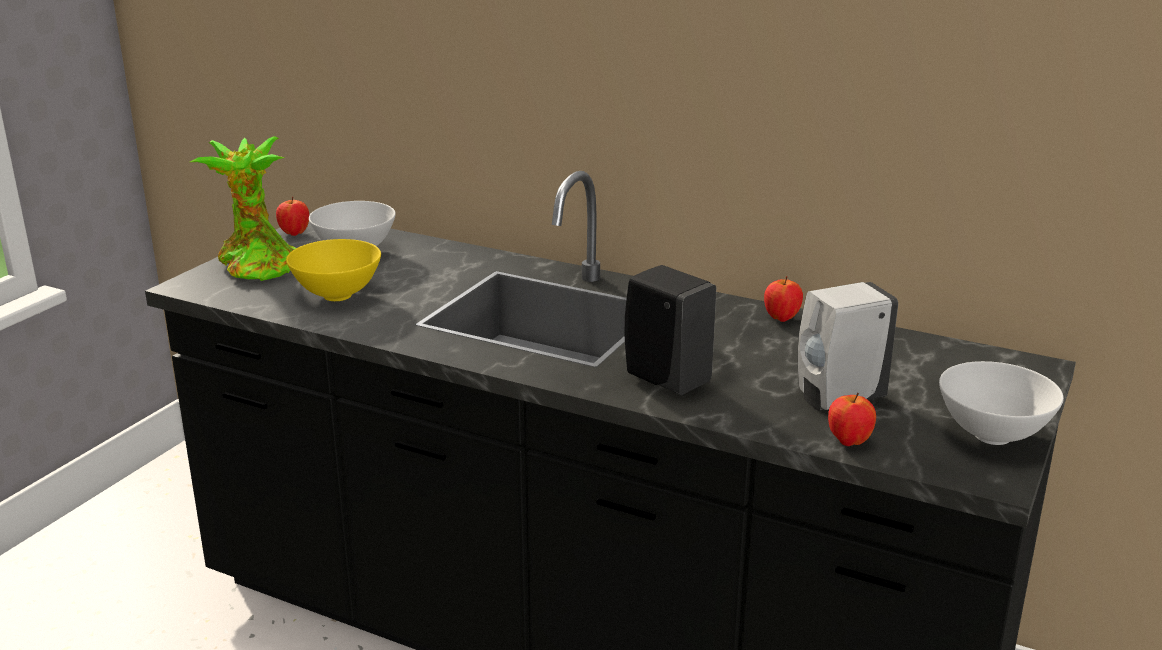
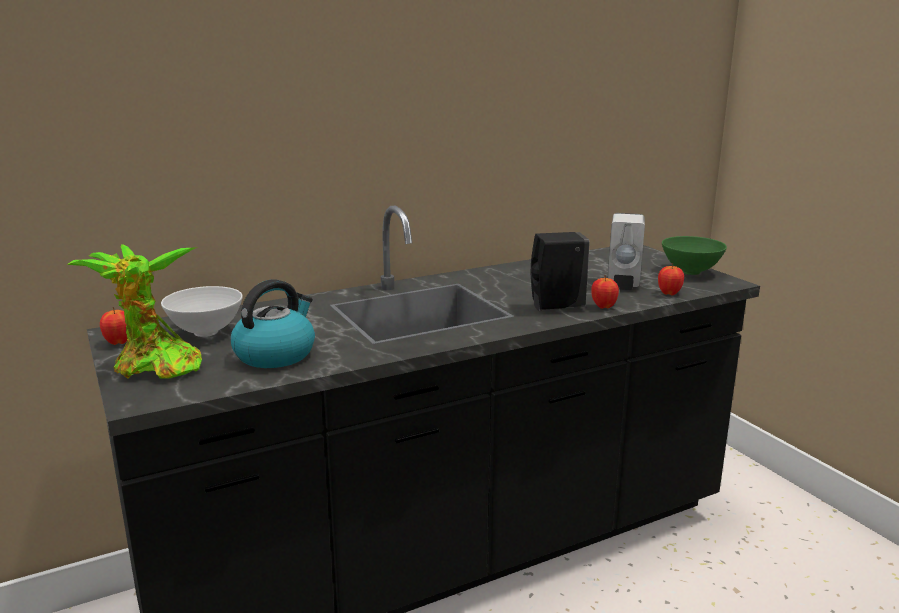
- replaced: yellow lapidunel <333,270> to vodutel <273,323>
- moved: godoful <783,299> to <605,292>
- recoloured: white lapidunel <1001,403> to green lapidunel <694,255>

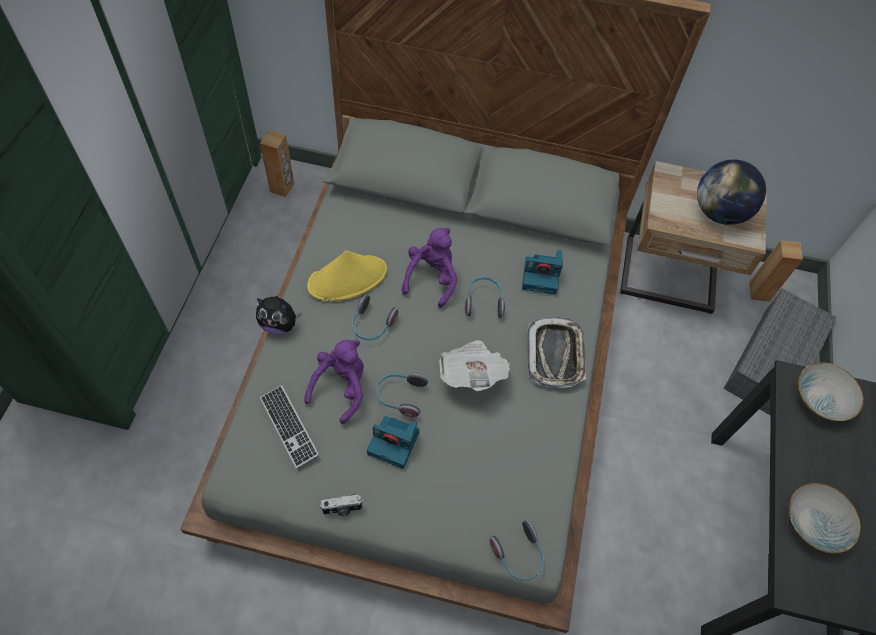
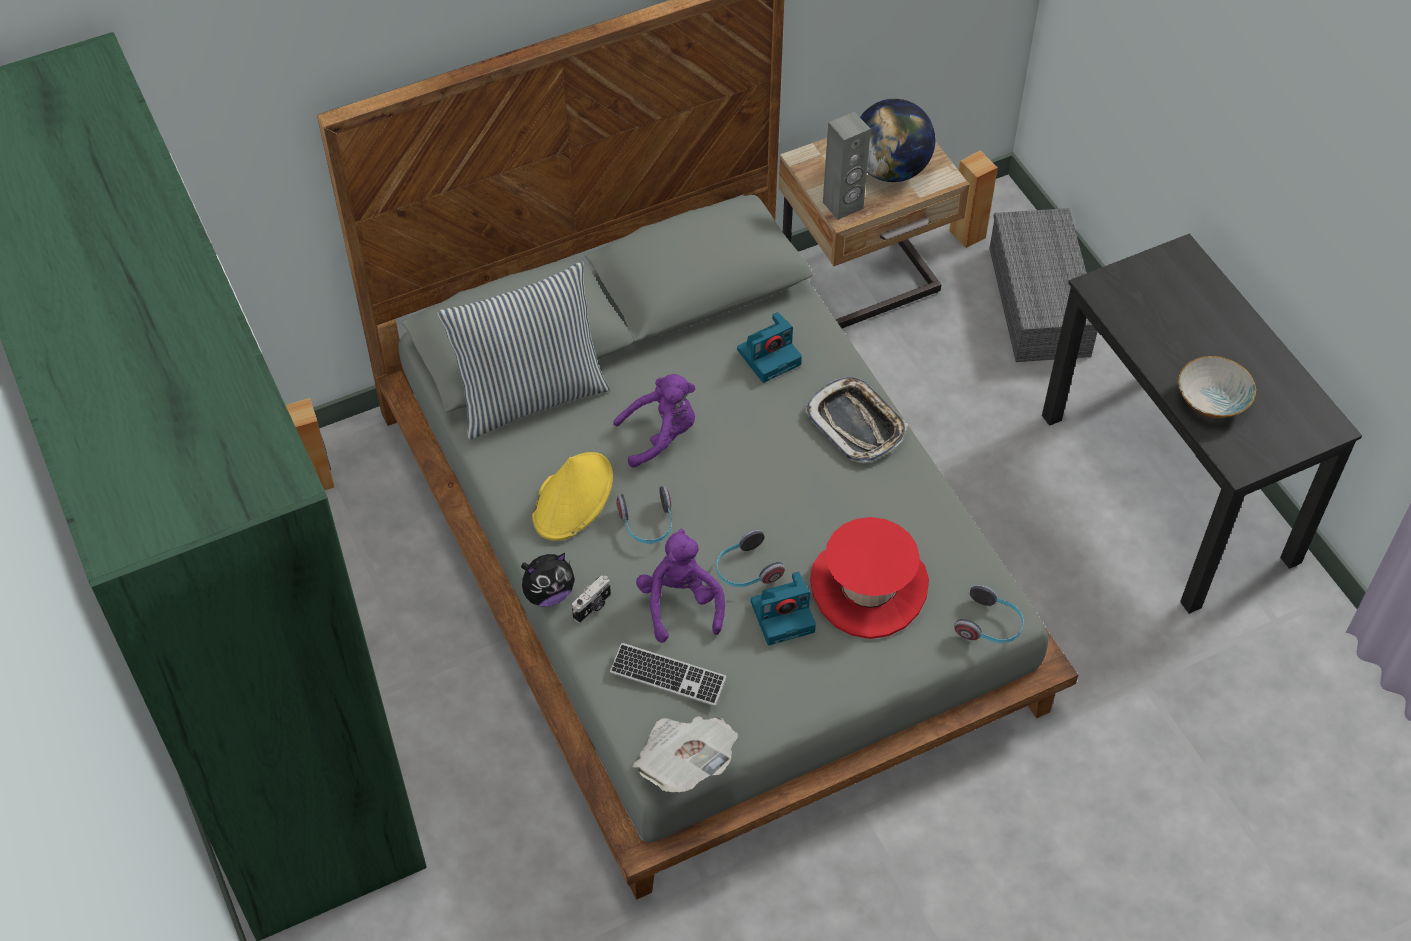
- added: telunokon <523,350>
- moved: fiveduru <341,505> to <591,599>
- turned: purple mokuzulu <429,268> = <654,421> 90 degrees clockwise
- moved: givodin <474,365> to <685,754>
- added: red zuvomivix <869,578>
- added: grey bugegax <847,166>
- removed: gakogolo <485,297>
- removed: lapidunel <831,391>

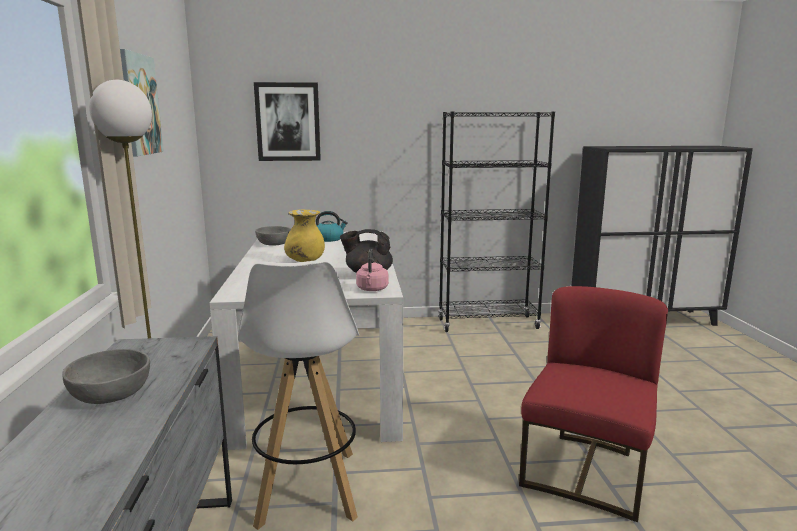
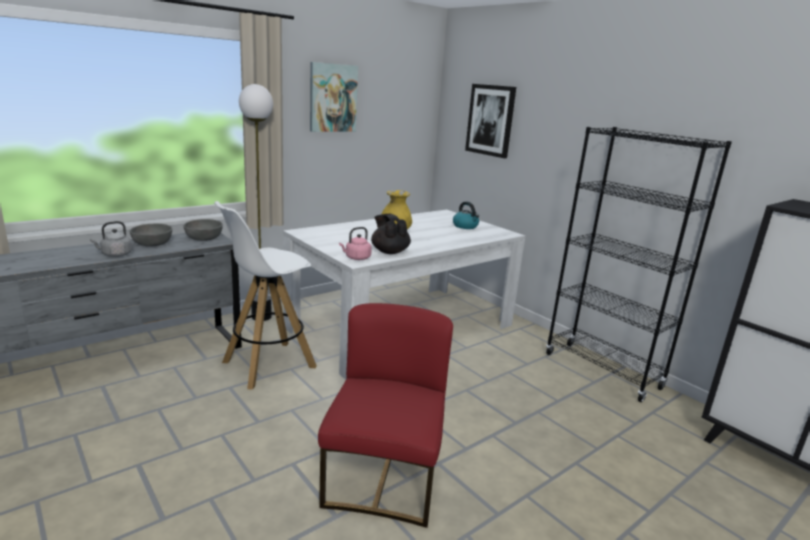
- added: grey vodutel <111,239>
- moved: grey lapidunel <273,236> to <203,230>
- turned: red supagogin <593,404> = <385,415> 75 degrees counterclockwise

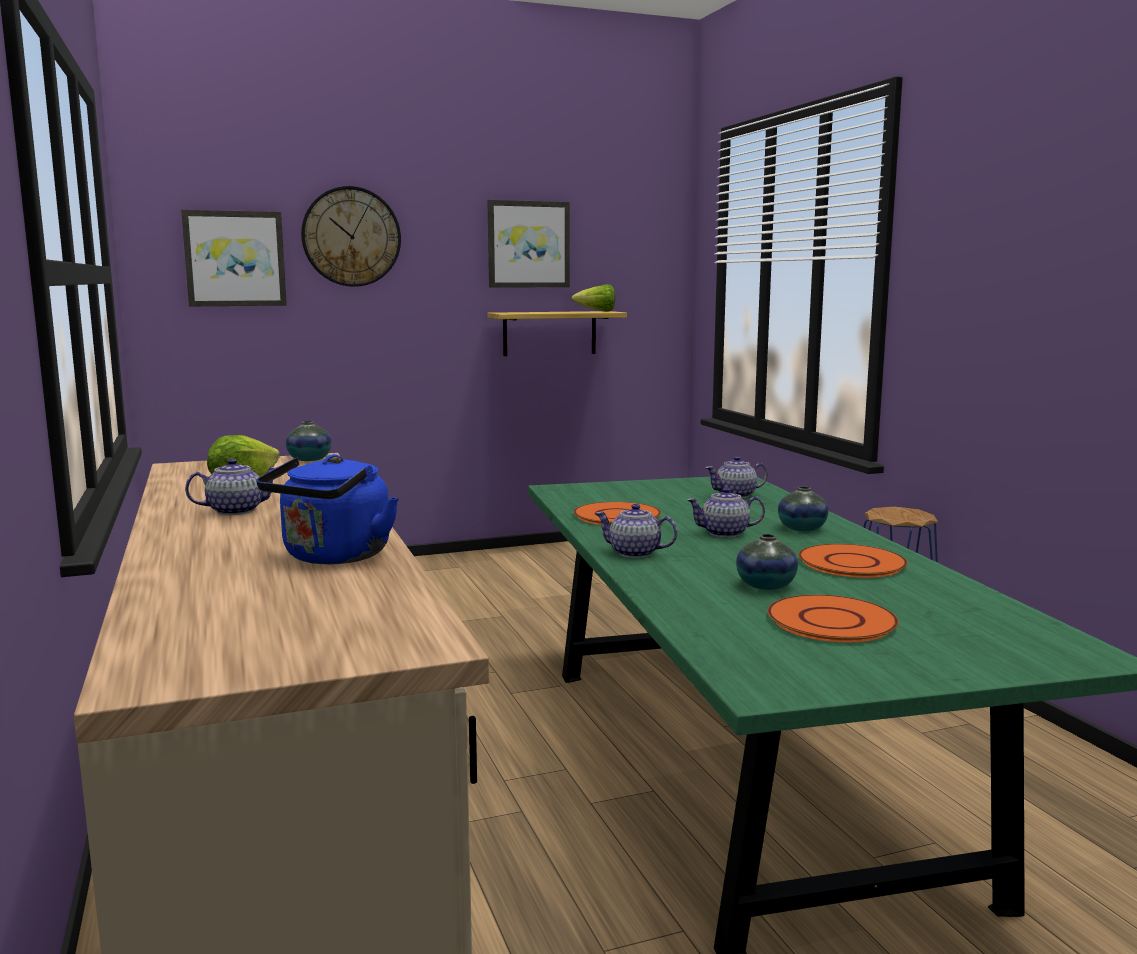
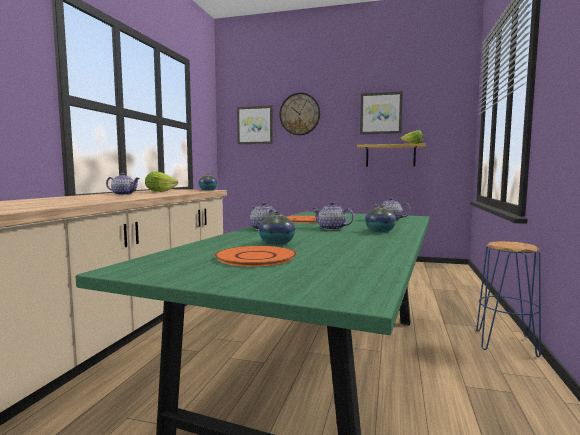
- removed: blue vodutel <327,509>
- removed: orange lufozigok <853,561>

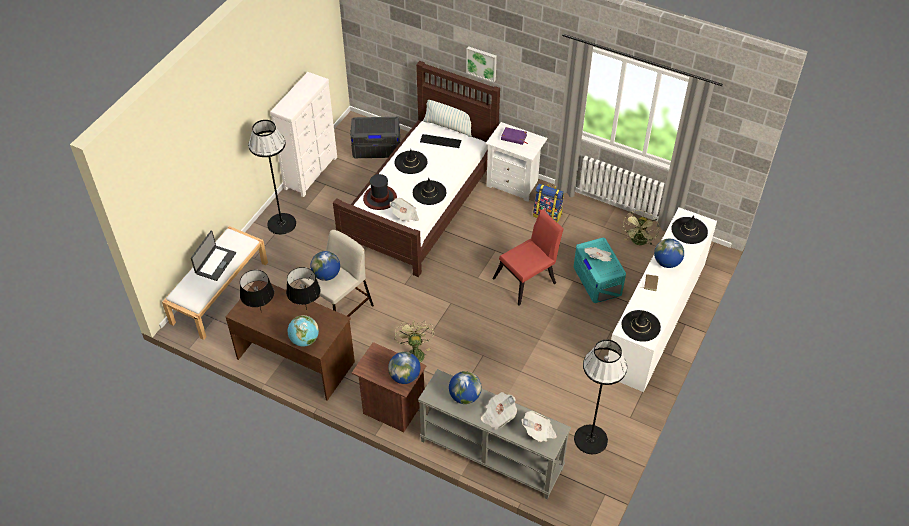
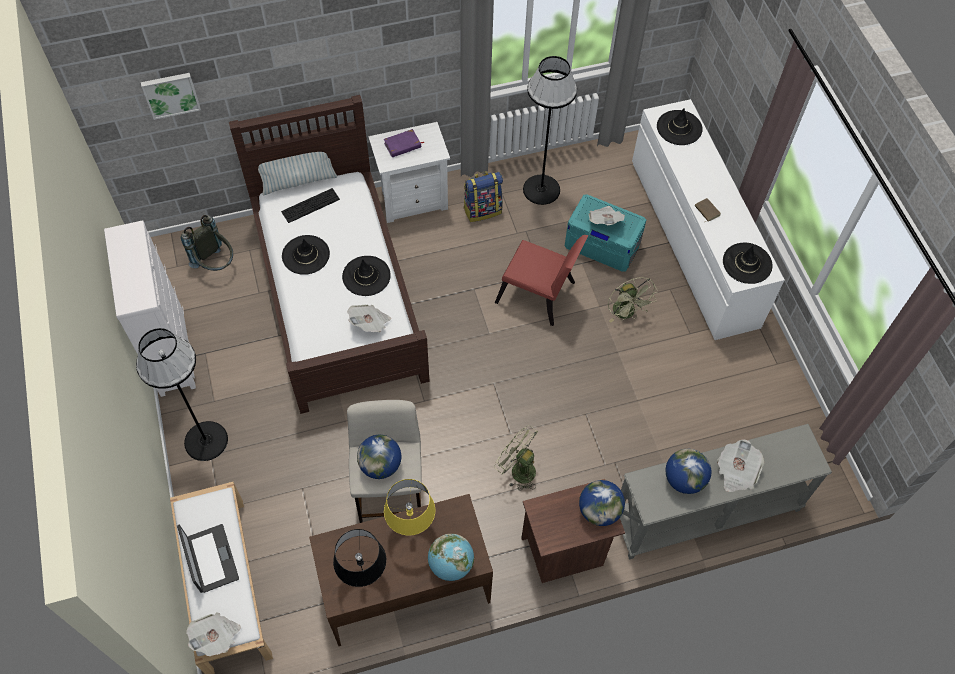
- moved: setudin <481,64> to <171,96>
- replaced: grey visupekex <375,137> to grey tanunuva <207,243>
- moved: givodin <539,426> to <213,634>
- recoloured: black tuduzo <303,288> to yellow tuduzo <409,507>
- turned: red supagogin <528,257> = <542,280> 105 degrees clockwise
- moved: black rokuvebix <600,396> to <550,130>
- moved: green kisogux <640,227> to <633,300>
- removed: zuvomivix <380,192>
- removed: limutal <669,253>

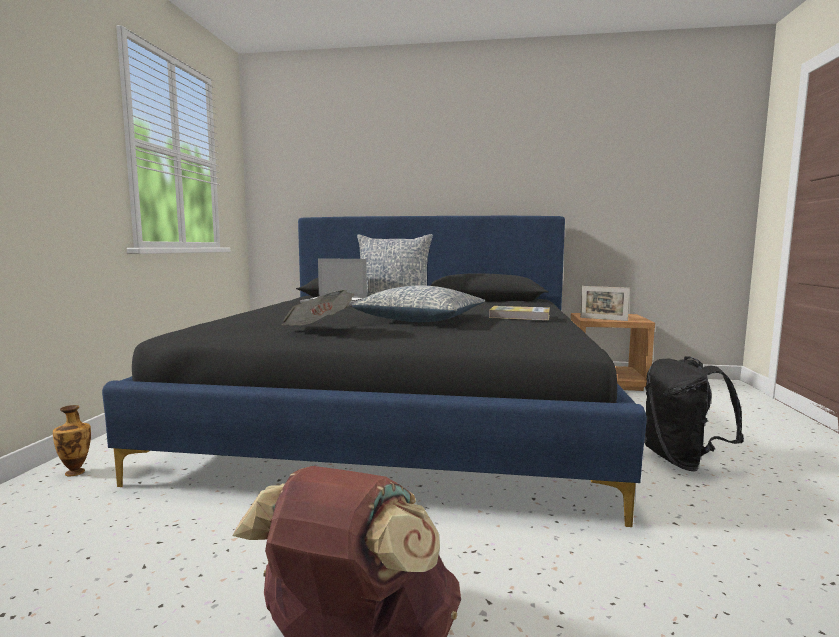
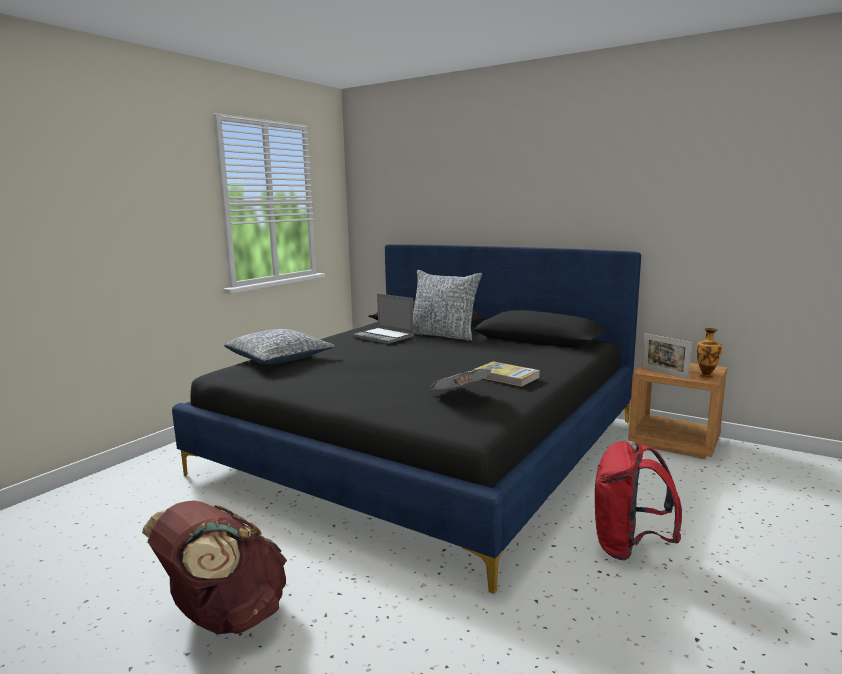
- moved: telunokon <418,303> to <279,346>
- moved: givodin <317,308> to <461,379>
- recoloured: black tanunuva <694,414> to red tanunuva <638,500>
- moved: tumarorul <72,441> to <709,353>

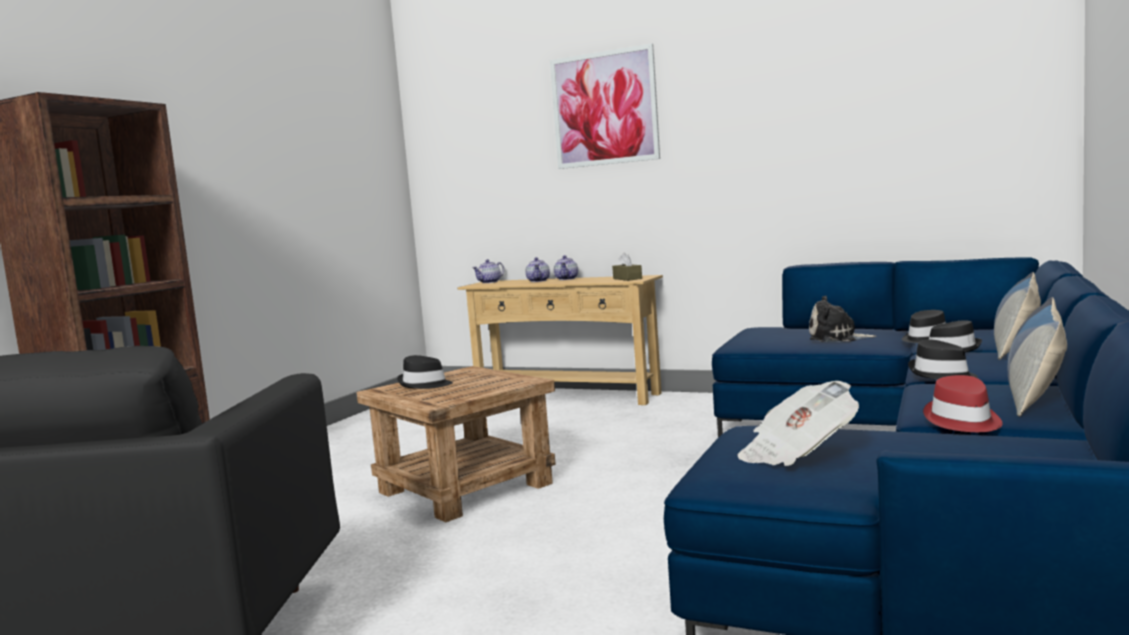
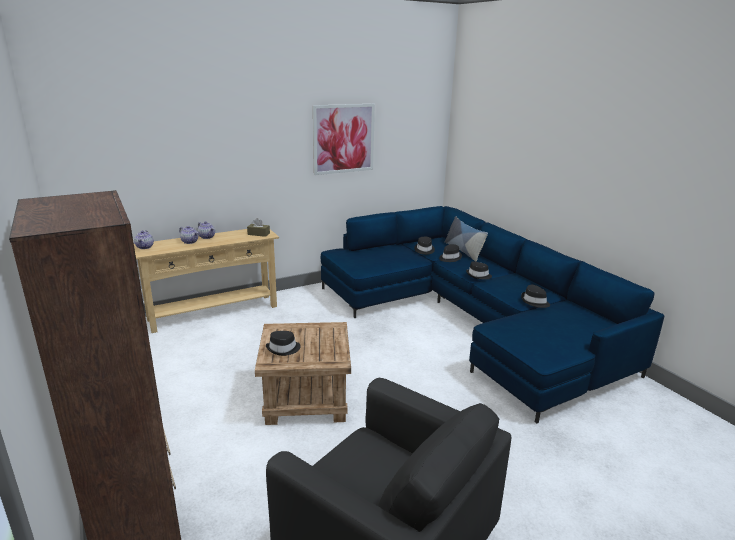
- moved: setudin <605,106> to <344,139>
- recoloured: red zuvomivix <963,403> to black zuvomivix <535,296>
- removed: givodin <798,423>
- removed: mokuzulu <843,319>
- removed: telunokon <1037,356>

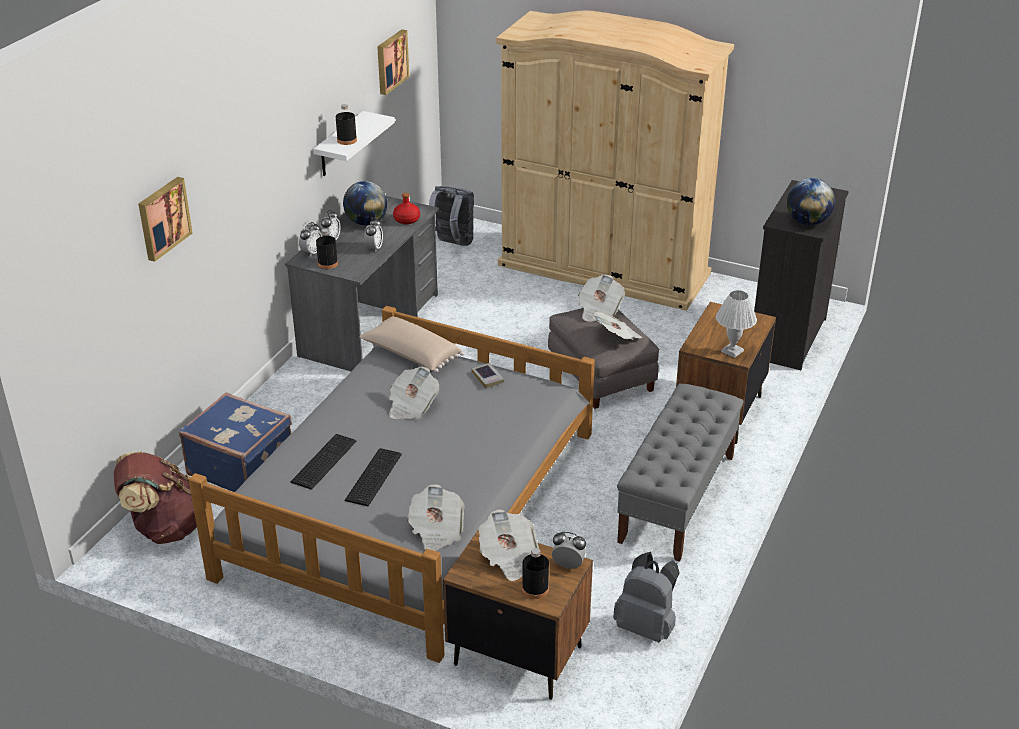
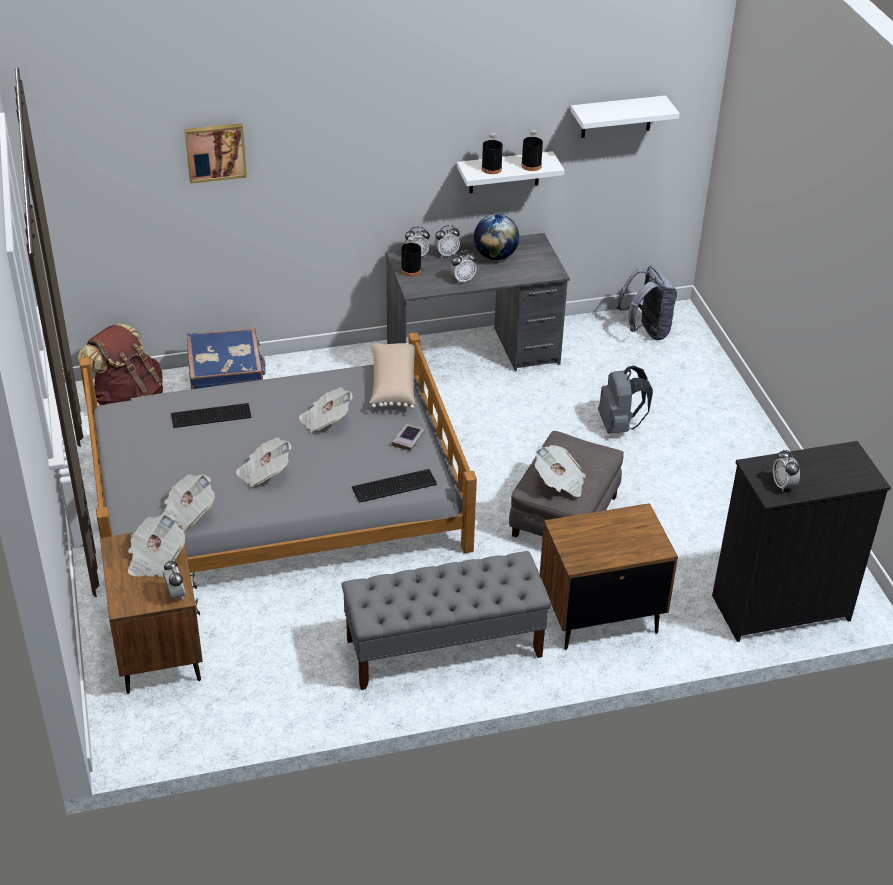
- moved: givodin <601,298> to <264,462>
- moved: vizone <373,477> to <394,486>
- moved: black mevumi <535,573> to <532,150>
- replaced: setudin <393,62> to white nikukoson <625,116>
- moved: grey tanunuva <646,597> to <625,399>
- replaced: limutal <811,202> to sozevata <786,471>
- removed: red mevumi <406,208>
- removed: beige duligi <615,160>
- removed: white tuduzo <736,324>

